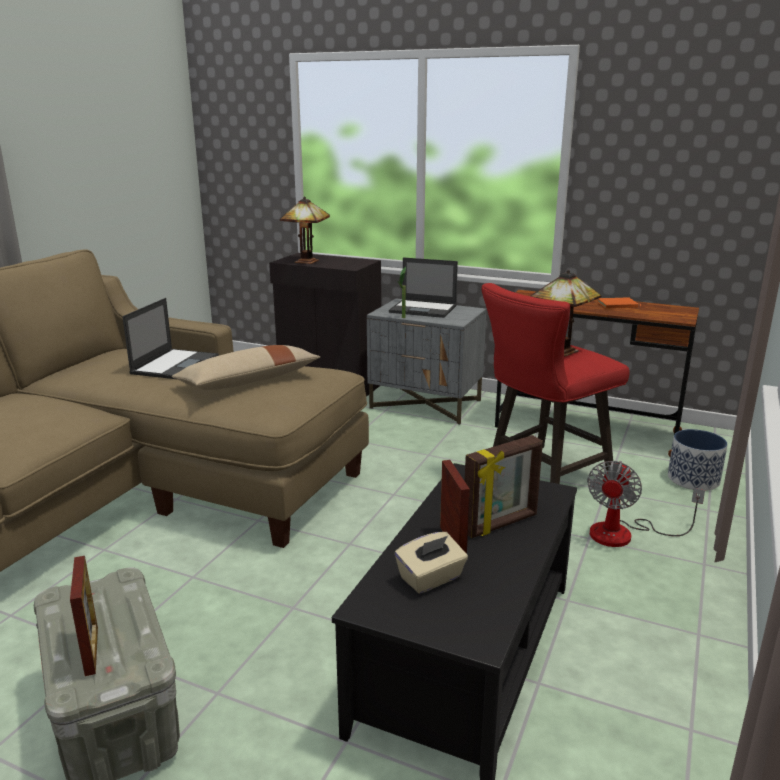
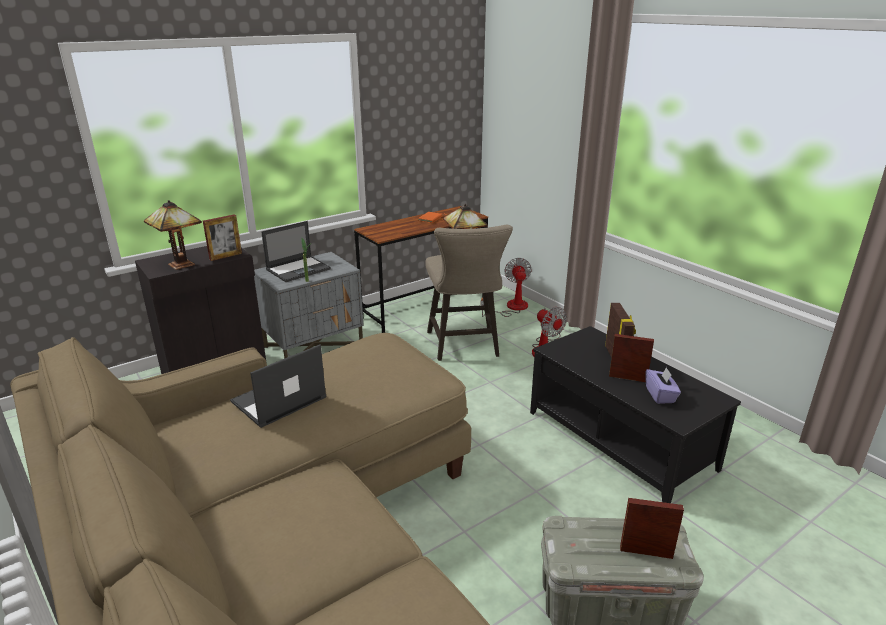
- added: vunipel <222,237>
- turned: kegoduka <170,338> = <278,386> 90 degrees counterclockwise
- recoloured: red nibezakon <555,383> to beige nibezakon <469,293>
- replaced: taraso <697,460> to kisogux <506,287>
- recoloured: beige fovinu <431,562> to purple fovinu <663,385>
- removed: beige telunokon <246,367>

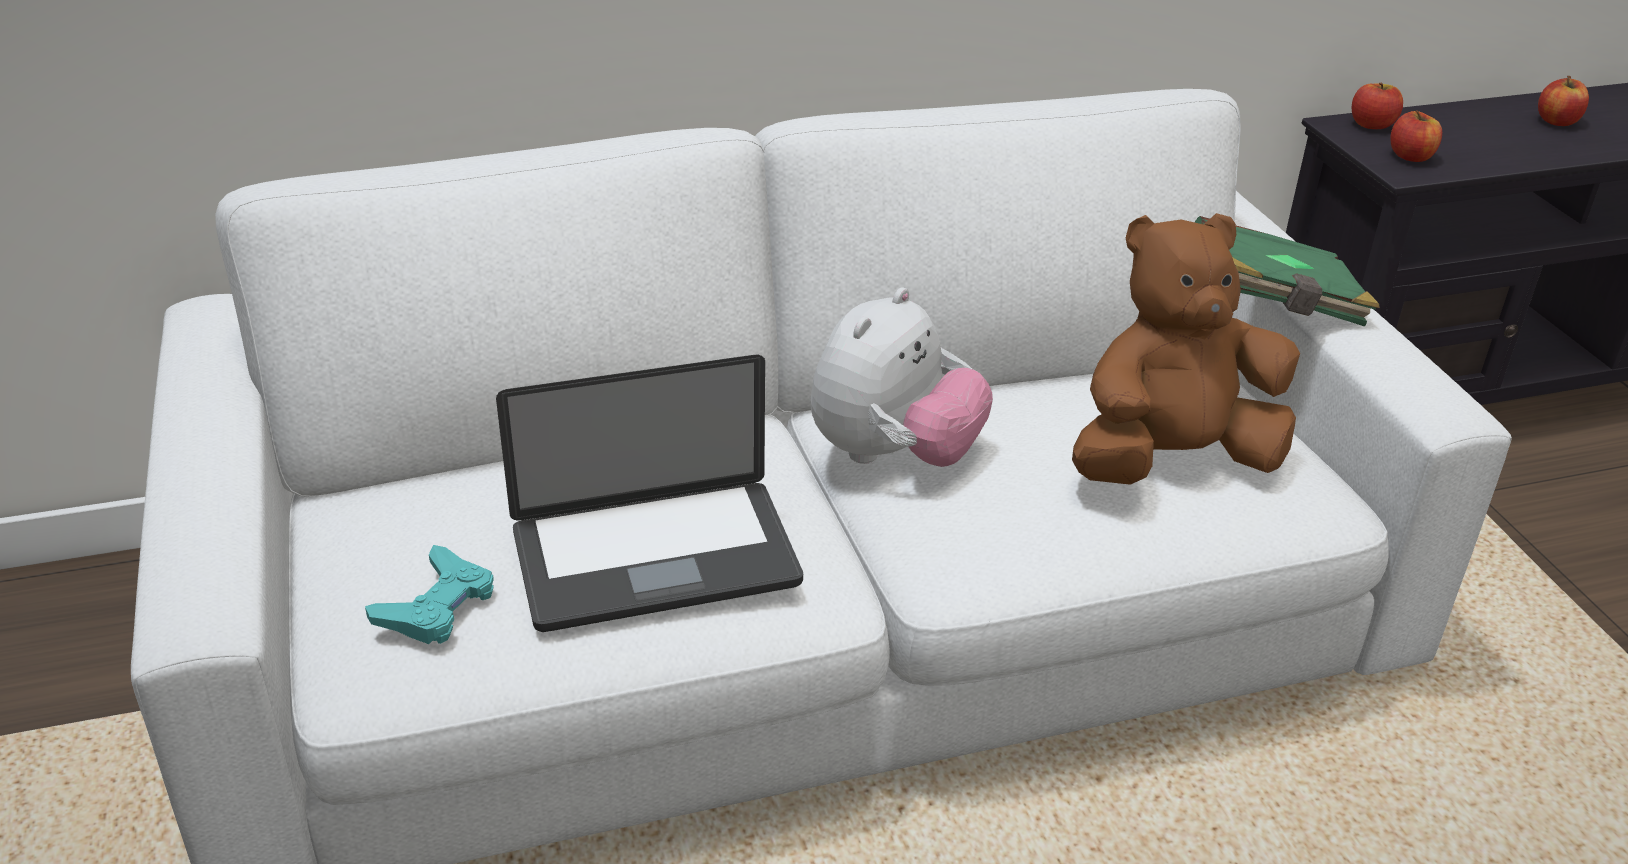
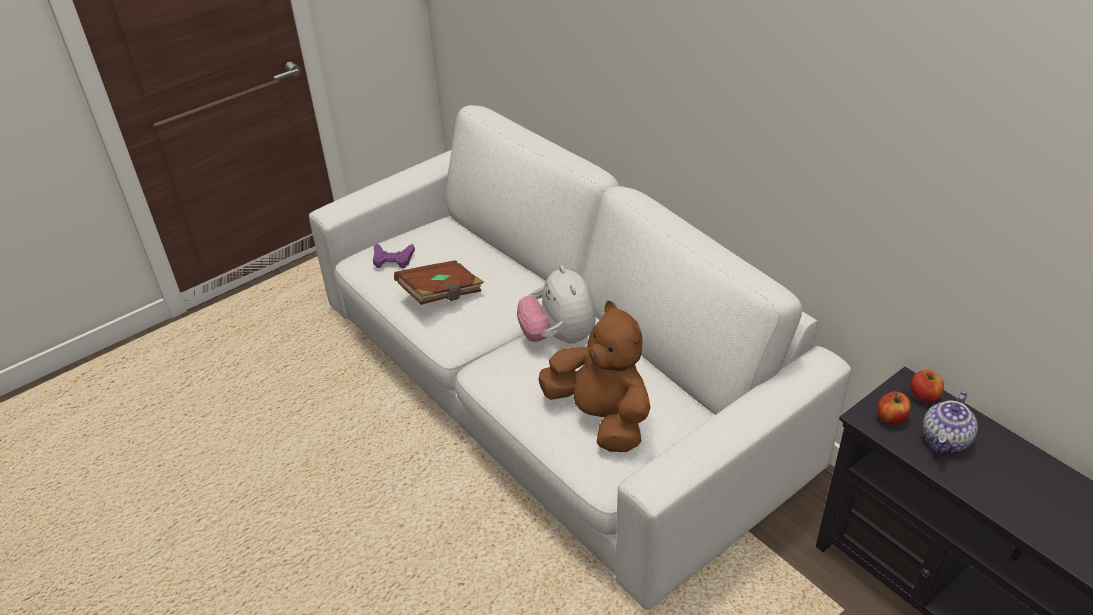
- recoloured: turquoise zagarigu <429,594> to purple zagarigu <394,256>
- replaced: kegoduka <649,493> to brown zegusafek <439,282>
- turned: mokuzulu <901,377> = <556,305> 60 degrees clockwise
- added: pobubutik <950,422>
- removed: green zegusafek <1287,271>
- removed: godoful <1563,101>

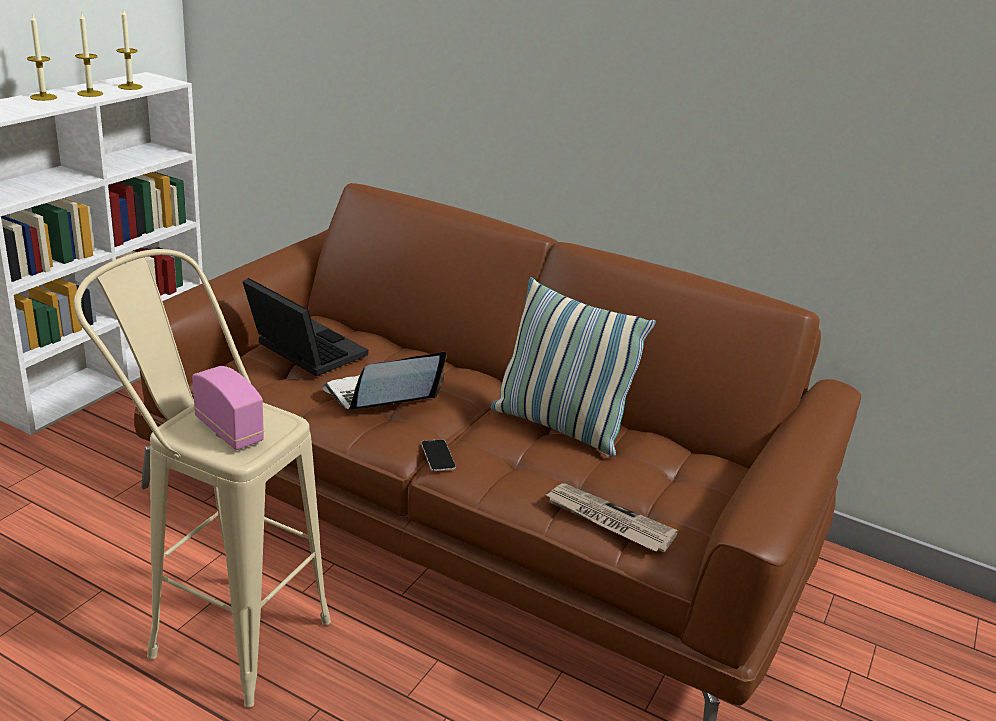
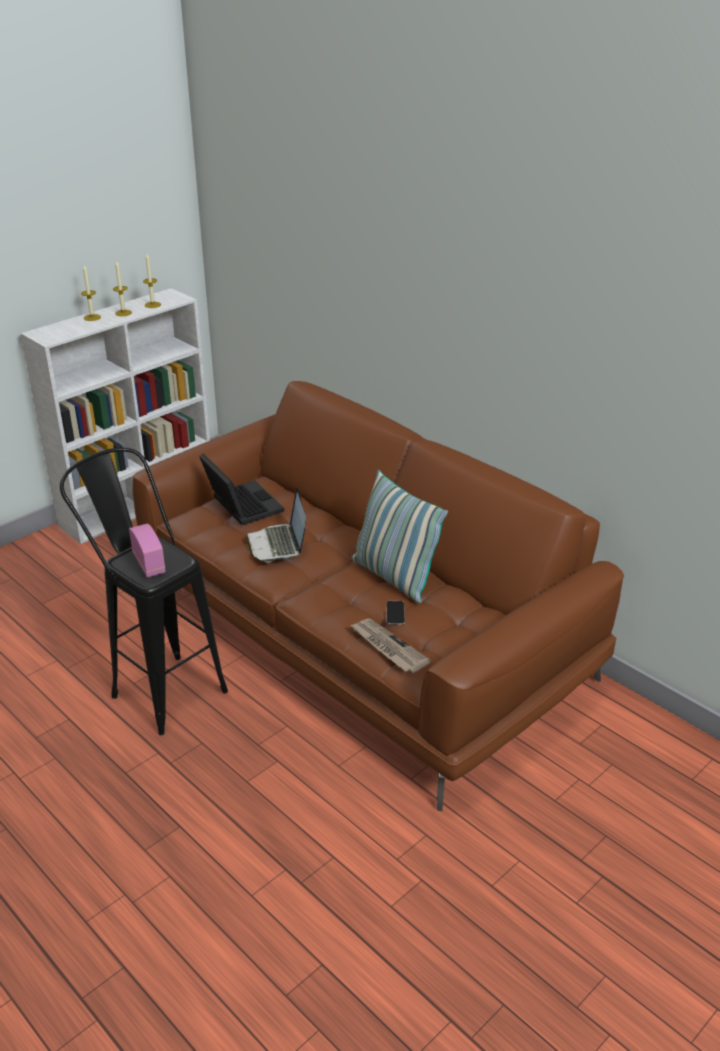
- recoloured: beige nibezakon <202,478> to black nibezakon <144,591>
- turned: kegoduka <385,381> = <276,525> 90 degrees counterclockwise
- moved: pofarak <438,455> to <395,612>

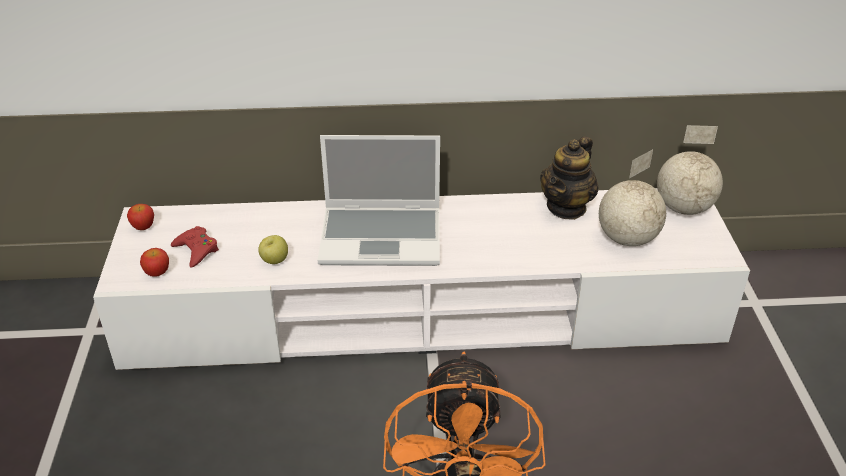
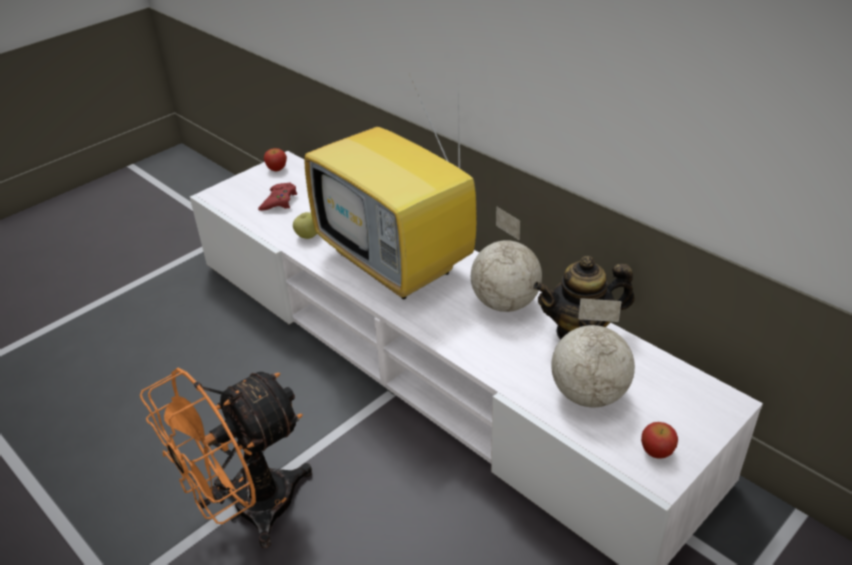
- replaced: kegoduka <379,200> to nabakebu <390,186>
- moved: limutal <690,170> to <506,259>
- moved: godoful <154,262> to <659,440>

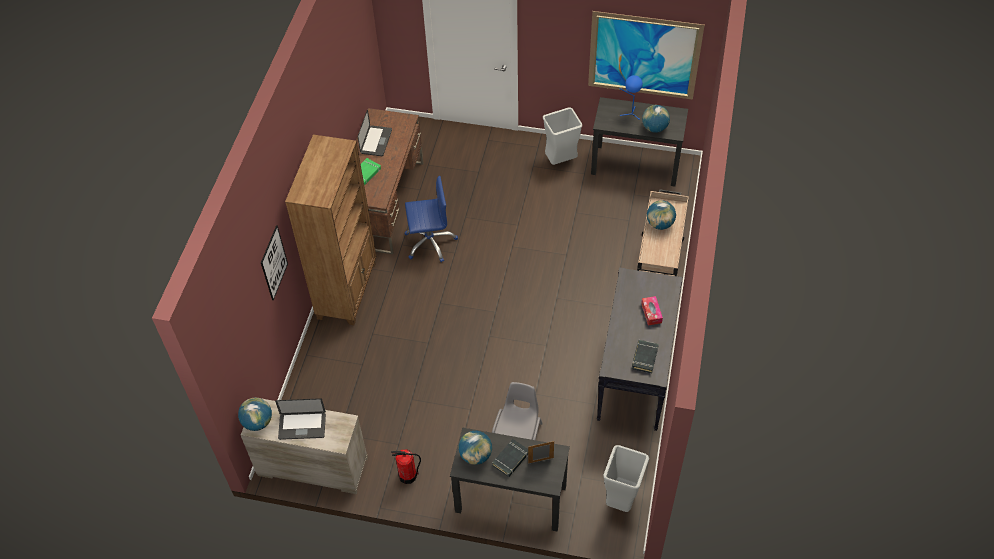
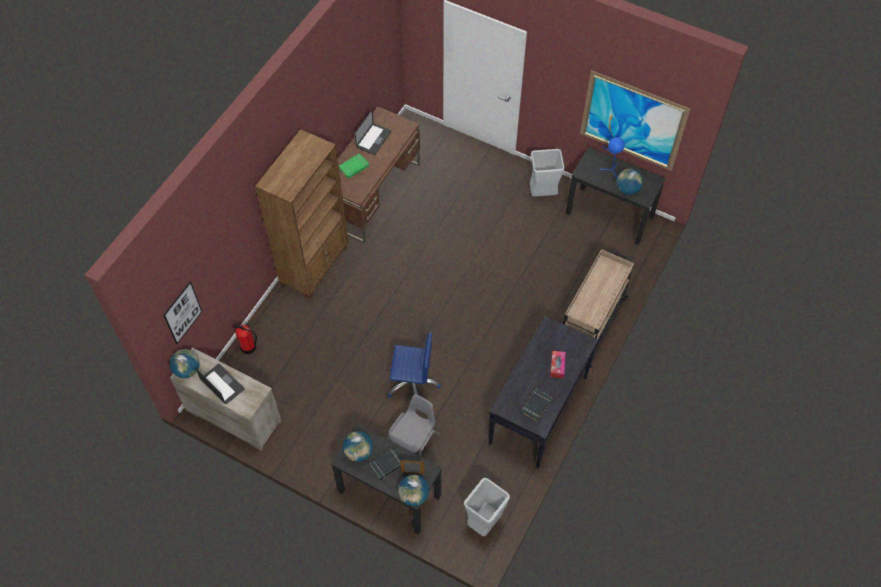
- moved: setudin <274,262> to <183,313>
- turned: kegoduka <300,419> = <219,384> 150 degrees counterclockwise
- moved: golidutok <406,466> to <244,338>
- moved: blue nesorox <431,219> to <414,365>
- moved: limutal <661,215> to <413,490>

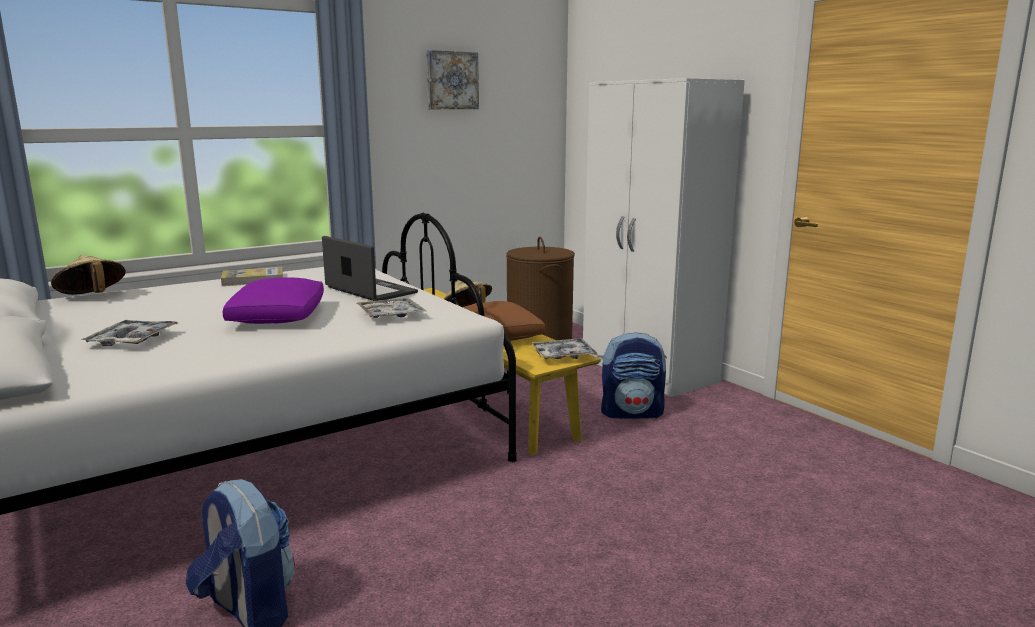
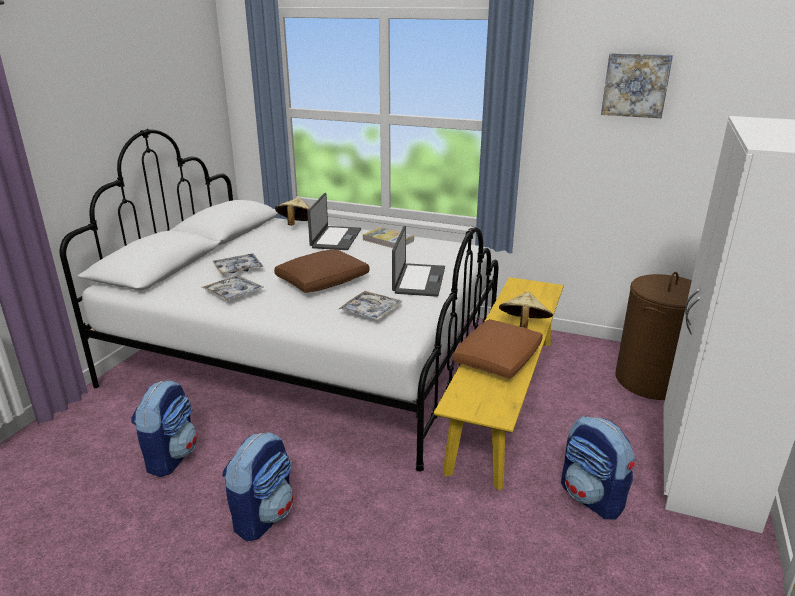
- moved: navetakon <564,348> to <233,288>
- added: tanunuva <257,486>
- recoloured: purple telunokon <273,300> to brown telunokon <321,271>
- added: kegoduka <334,221>

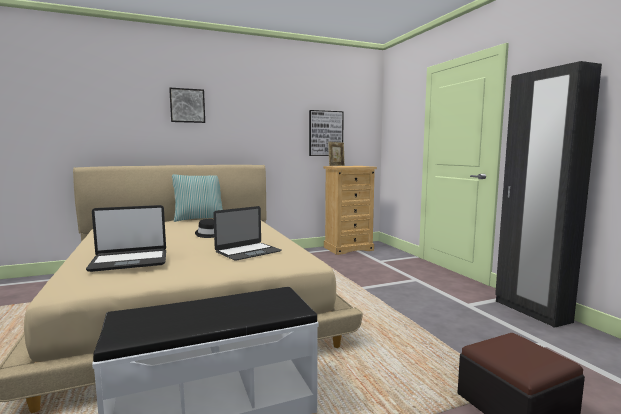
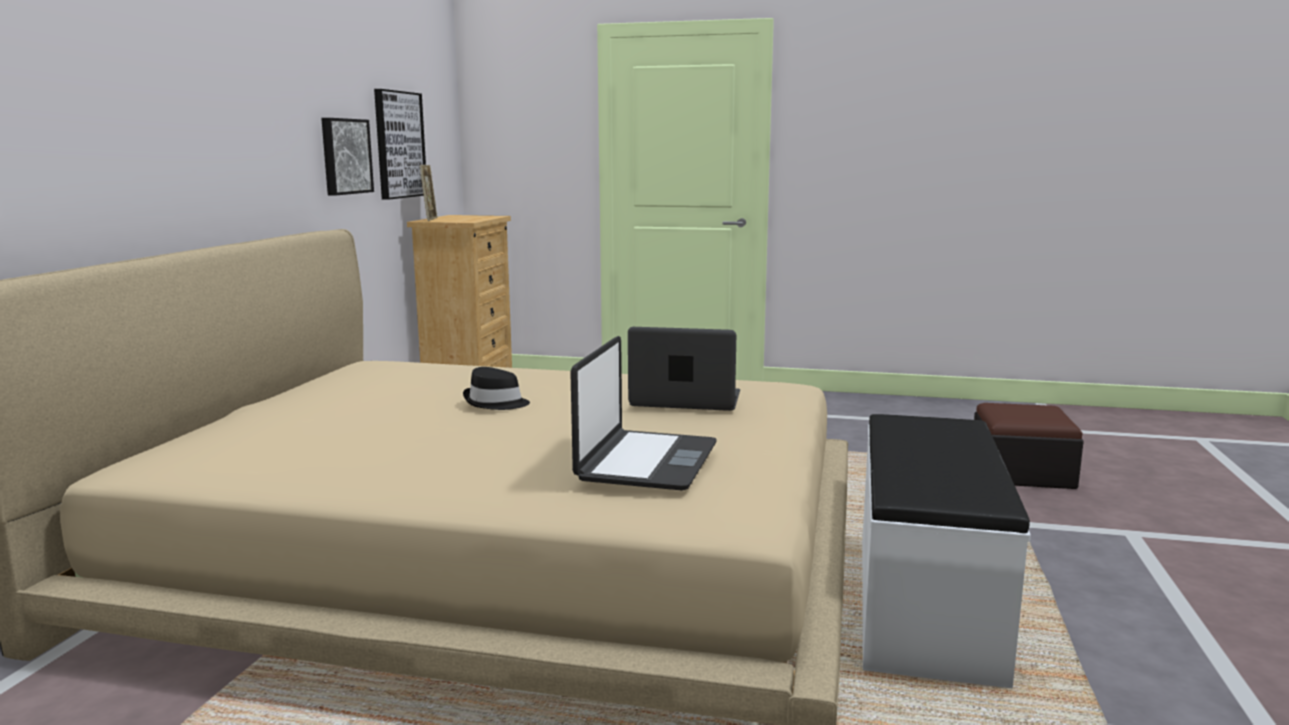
- moved: setudin <187,105> to <347,157>
- turned: kegoduka <247,233> = <684,369> 75 degrees counterclockwise
- removed: telunokon <197,198>
- removed: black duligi <548,194>

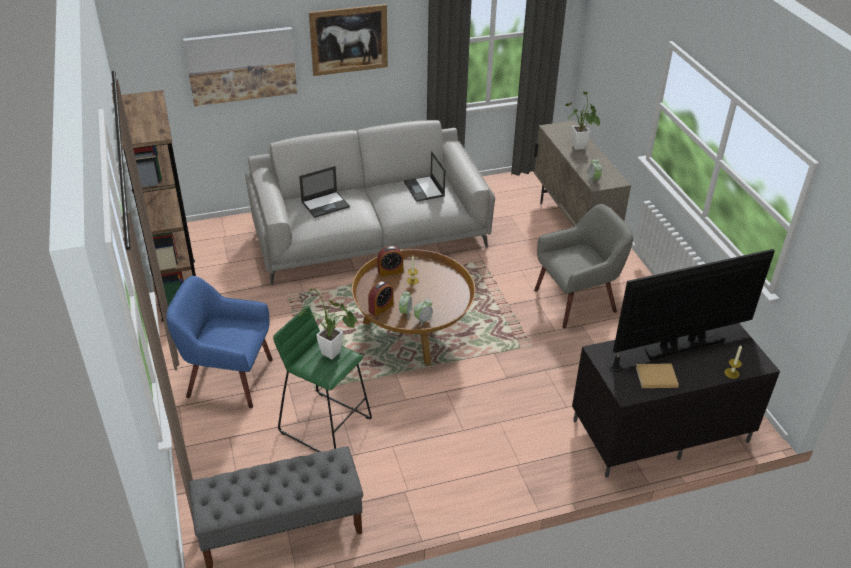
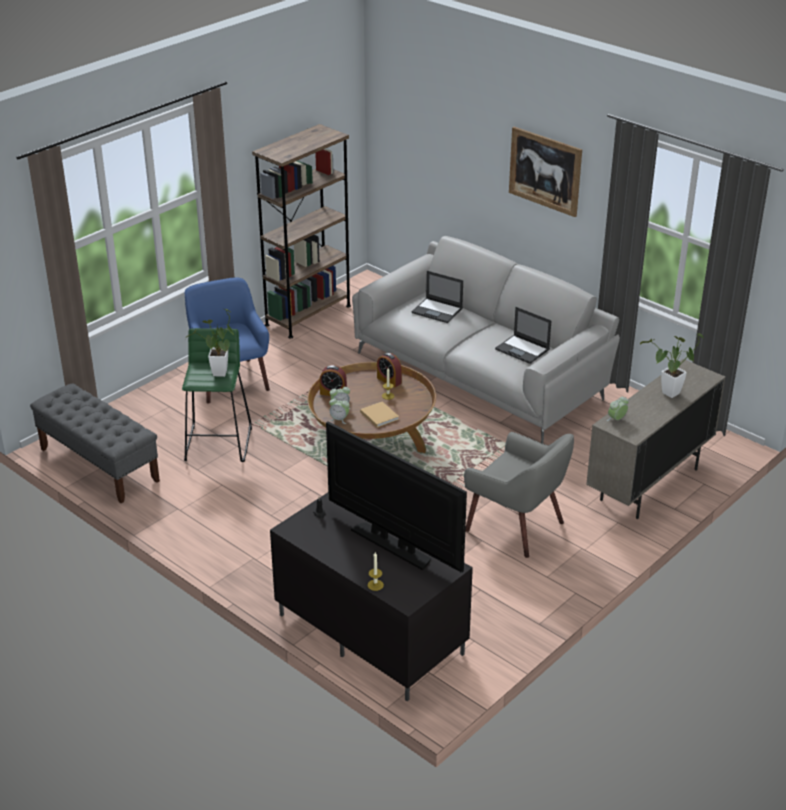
- moved: beige zegusafek <657,375> to <379,415>
- turned: kegoduka <424,176> = <523,335> 90 degrees counterclockwise
- removed: setudin <240,66>

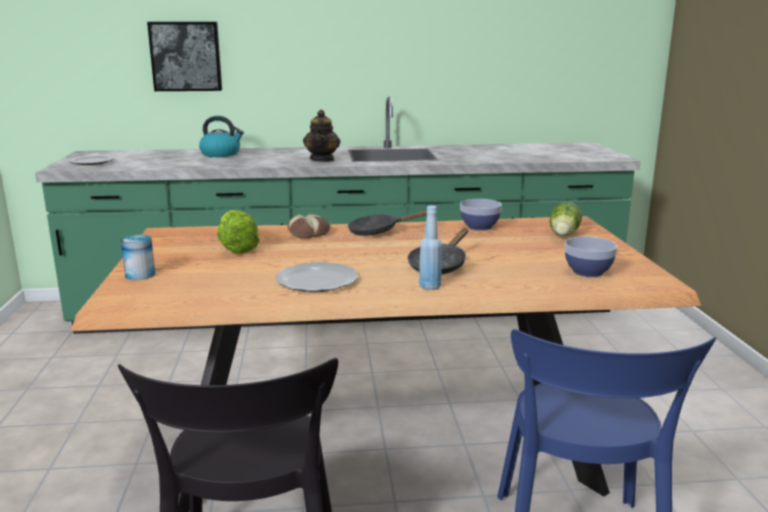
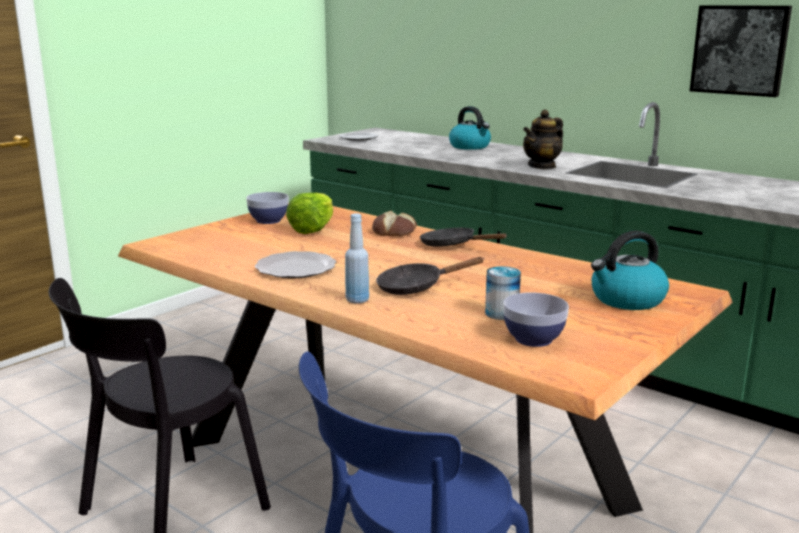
- moved: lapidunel <481,215> to <267,208>
- moved: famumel <138,257> to <503,293>
- replaced: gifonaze <566,219> to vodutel <630,270>
- moved: setudin <184,56> to <741,51>

